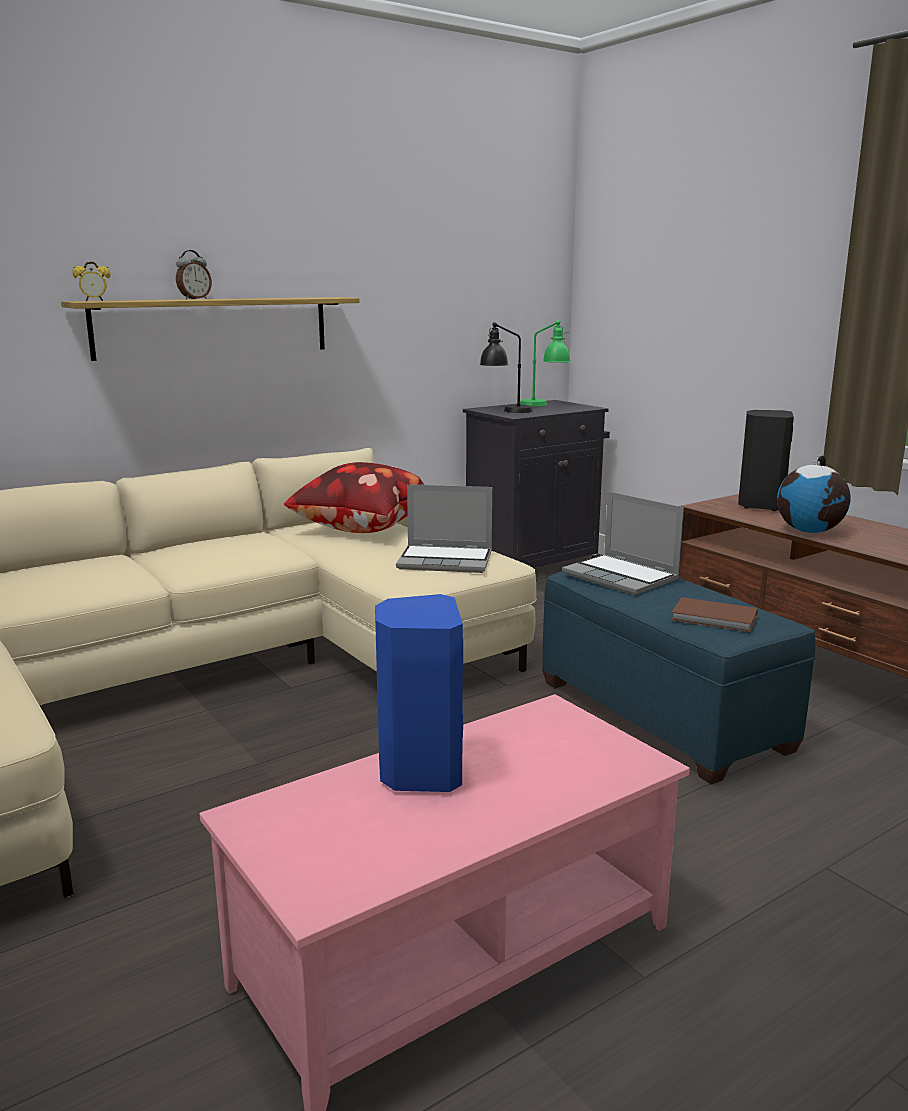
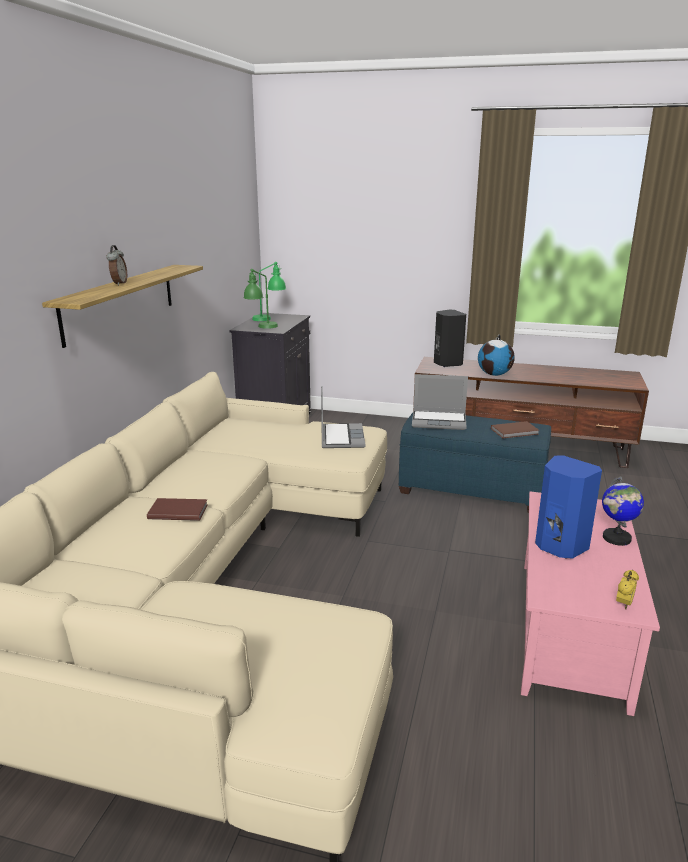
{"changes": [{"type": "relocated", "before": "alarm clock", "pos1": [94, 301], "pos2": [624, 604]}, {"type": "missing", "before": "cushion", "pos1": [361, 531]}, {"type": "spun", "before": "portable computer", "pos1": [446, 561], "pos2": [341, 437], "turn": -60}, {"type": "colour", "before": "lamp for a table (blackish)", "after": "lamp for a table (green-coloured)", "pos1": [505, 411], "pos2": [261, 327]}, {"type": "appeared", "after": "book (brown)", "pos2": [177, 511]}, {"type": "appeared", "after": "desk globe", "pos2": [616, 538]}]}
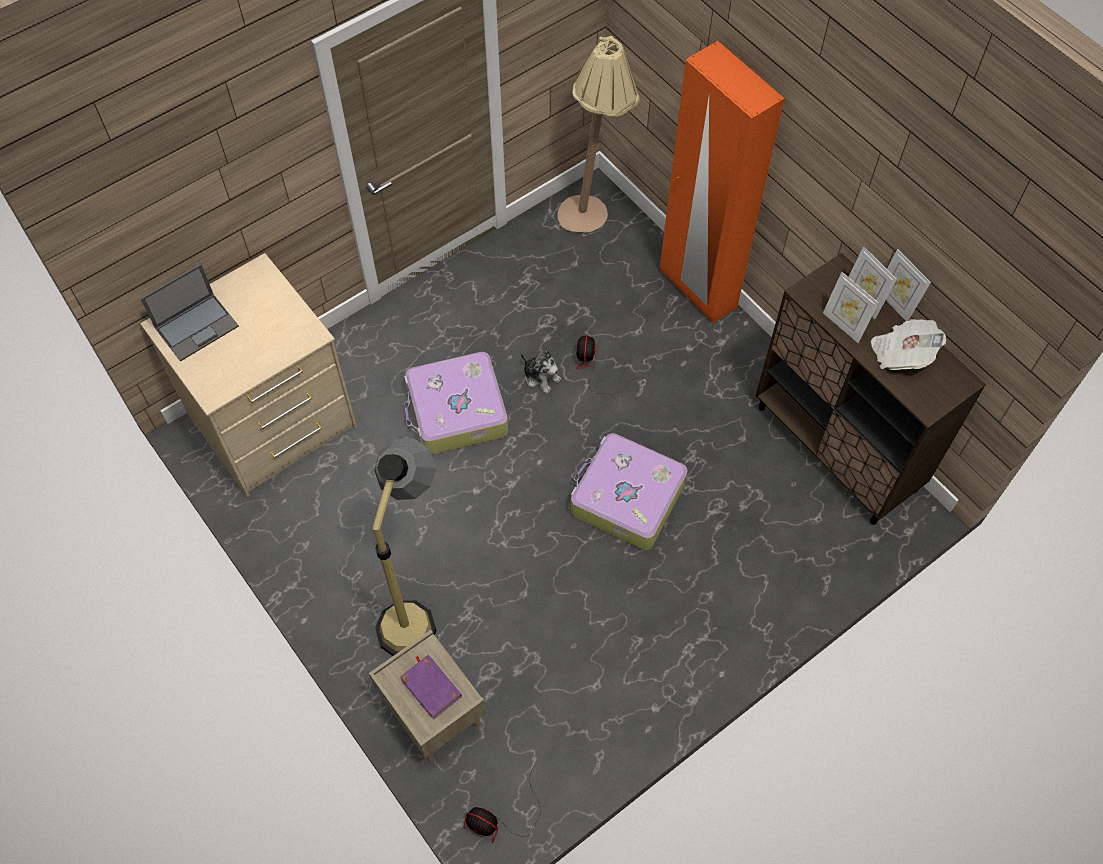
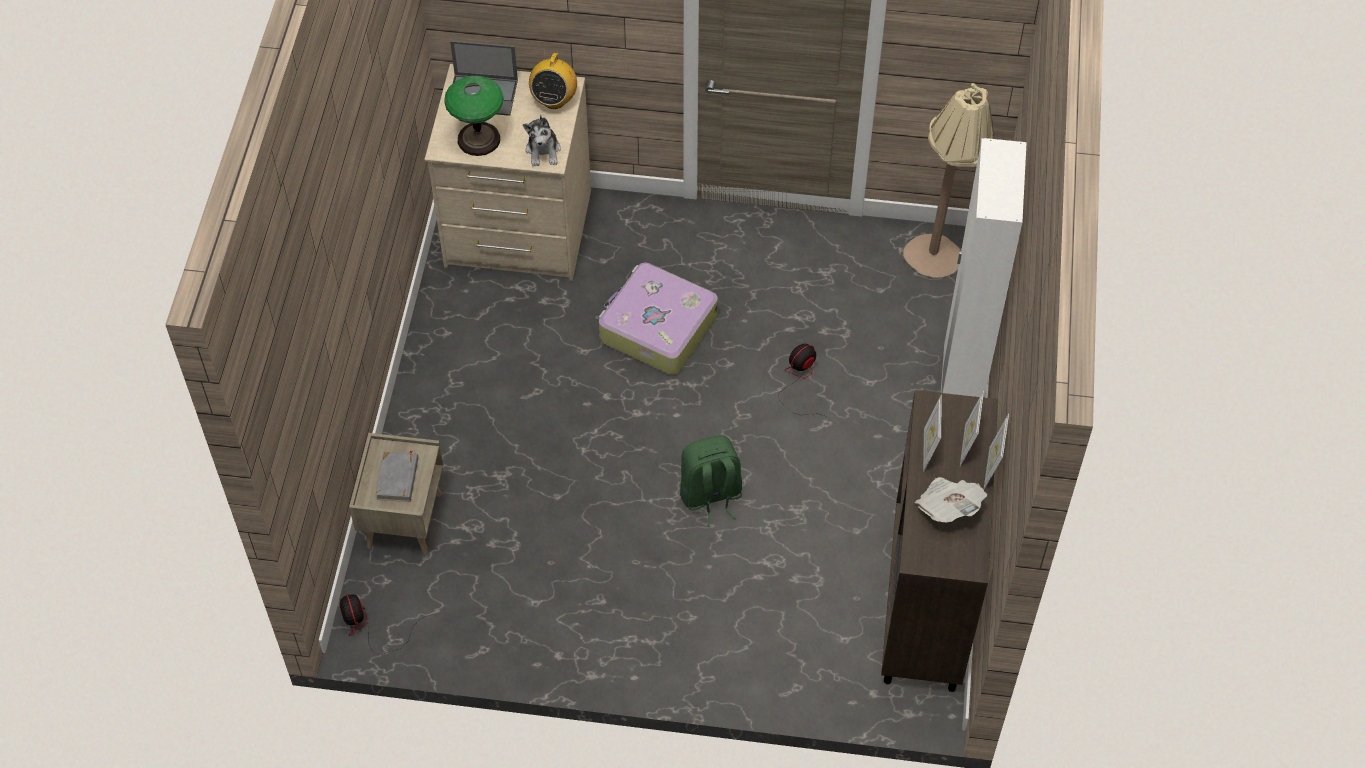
{"changes": [{"type": "missing", "before": "standing lamp", "pos1": [416, 605]}, {"type": "colour", "before": "book (purple-coloured)", "after": "book (greyish)", "pos1": [431, 687], "pos2": [398, 478]}, {"type": "relocated", "before": "soft toy", "pos1": [541, 377], "pos2": [543, 151]}, {"type": "exchanged", "before": "suitcase", "after": "backpack (green-coloured)", "pos1": [626, 498], "pos2": [710, 496]}, {"type": "colour", "before": "wardrobe (orangey)", "after": "wardrobe (white-coloured)", "pos1": [697, 290], "pos2": [959, 390]}, {"type": "appeared", "after": "lamp for a table", "pos2": [478, 140]}, {"type": "appeared", "after": "radio set", "pos2": [554, 100]}]}
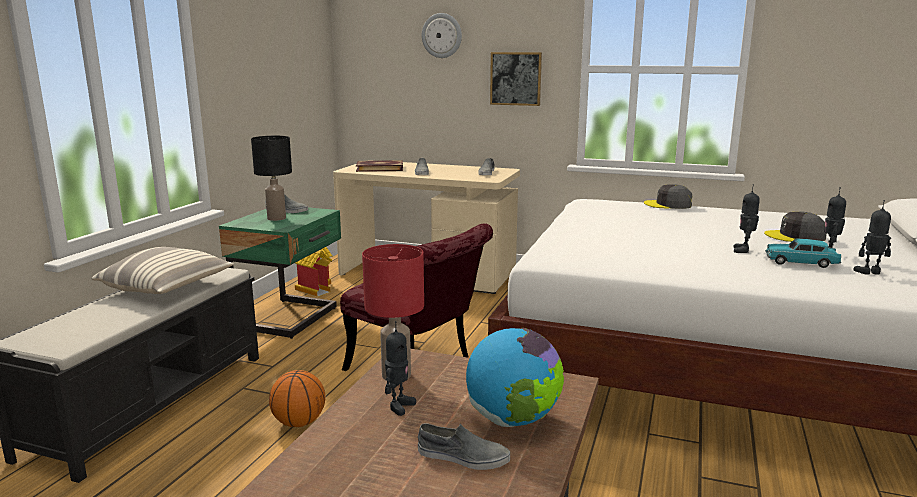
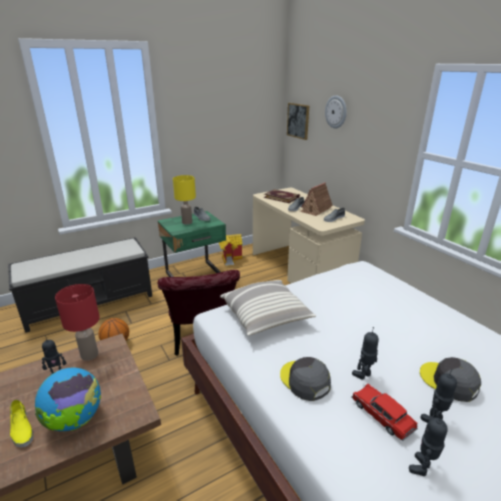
{"changes": [{"type": "relocated", "before": "cushion", "pos1": [167, 288], "pos2": [266, 317]}, {"type": "colour", "before": "lamp for a table (blackish)", "after": "lamp for a table (yellow)", "pos1": [276, 218], "pos2": [186, 222]}, {"type": "colour", "before": "item of footwear (greyish)", "after": "item of footwear (yellow)", "pos1": [462, 457], "pos2": [21, 428]}, {"type": "relocated", "before": "wall picture", "pos1": [515, 78], "pos2": [298, 121]}, {"type": "relocated", "before": "baseball cap (greyish)", "pos1": [668, 205], "pos2": [304, 380]}, {"type": "colour", "before": "miniature car (blue-green)", "after": "miniature car (red)", "pos1": [801, 263], "pos2": [381, 416]}, {"type": "spun", "before": "robot figure", "pos1": [870, 273], "pos2": [422, 468], "turn": -90}, {"type": "appeared", "after": "model house", "pos2": [315, 209]}]}
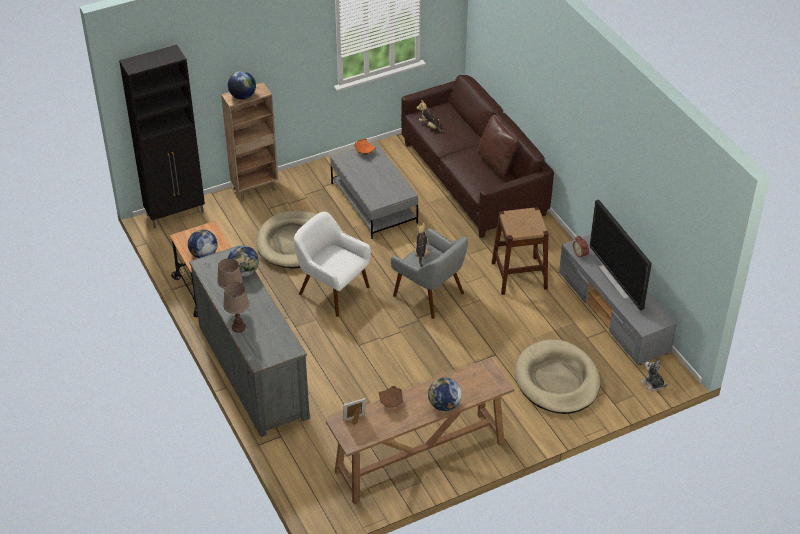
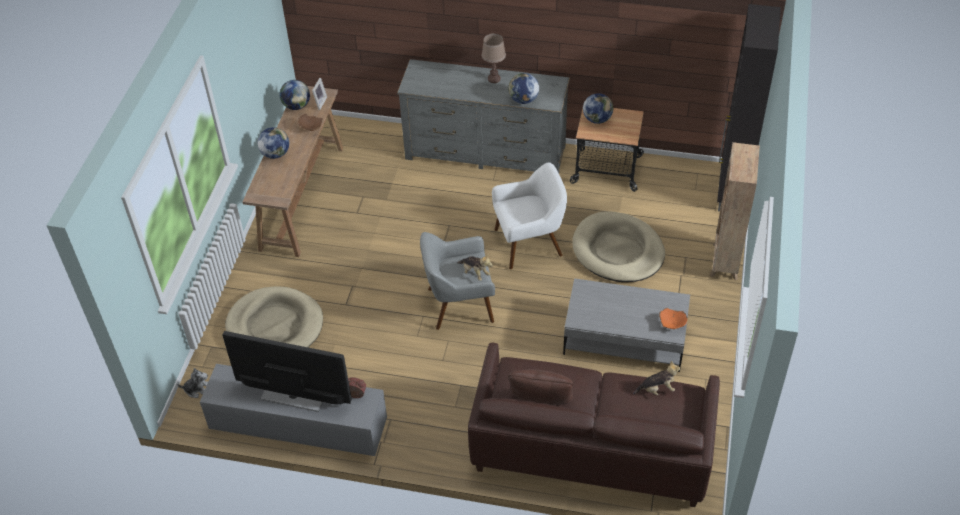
{"changes": [{"type": "missing", "before": "lamp for a table (brown)", "pos1": [238, 327]}, {"type": "relocated", "before": "desk globe", "pos1": [242, 96], "pos2": [296, 106]}, {"type": "missing", "before": "stool (brown)", "pos1": [519, 275]}]}
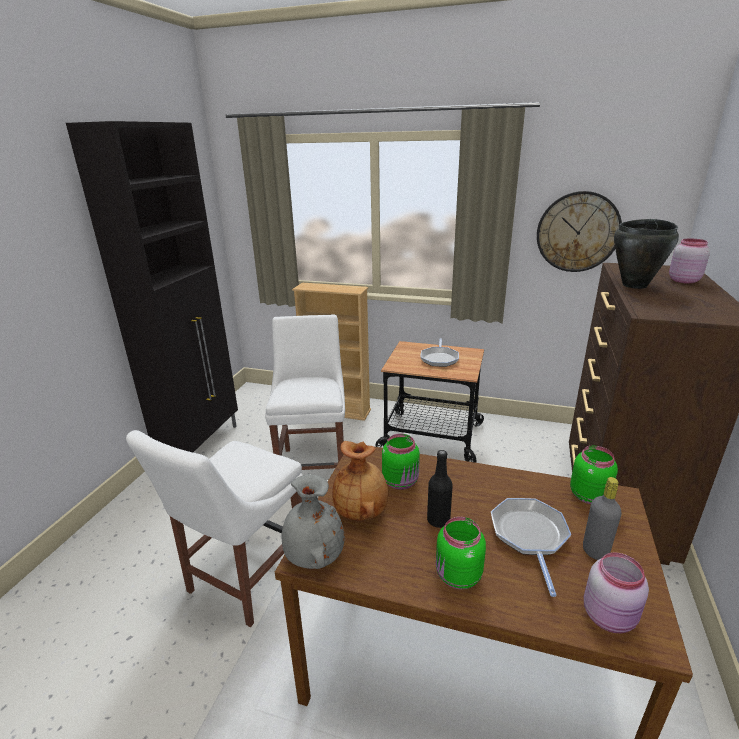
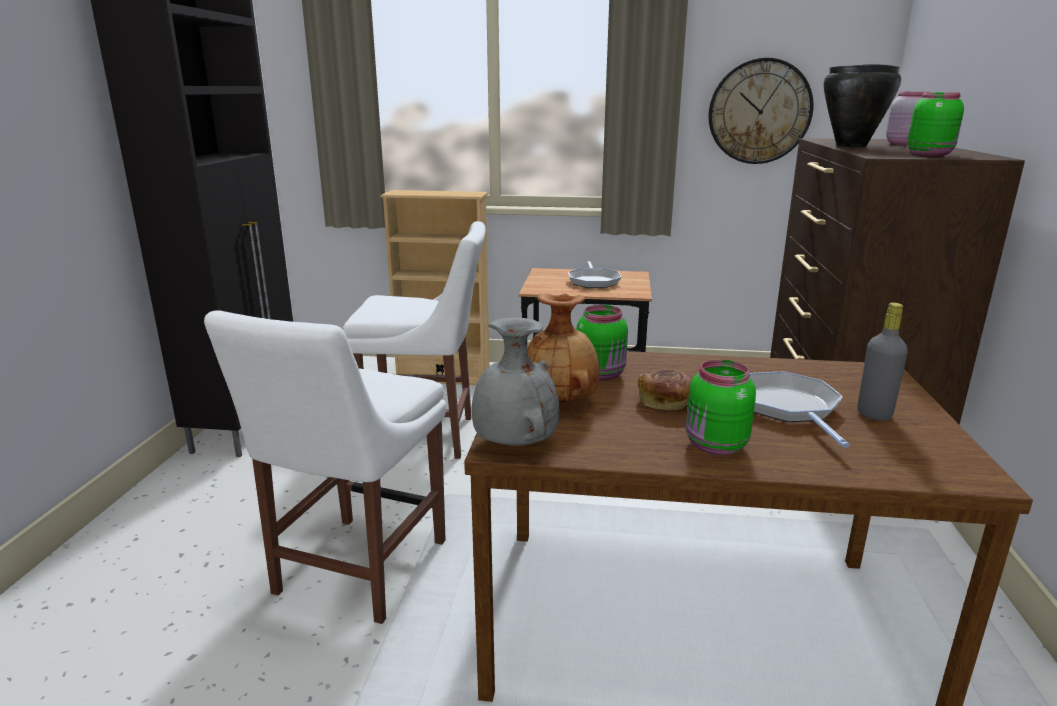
{"changes": [{"type": "spun", "before": "chair (white-coloured)", "pos1": [314, 464], "pos2": [426, 436], "turn": 105}, {"type": "exchanged", "before": "drink bottle (blackish)", "after": "baked bread", "pos1": [438, 520], "pos2": [667, 403]}, {"type": "relocated", "before": "storage jar (green-coloured)", "pos1": [589, 495], "pos2": [930, 154]}, {"type": "missing", "before": "storage jar (pink)", "pos1": [610, 617]}]}
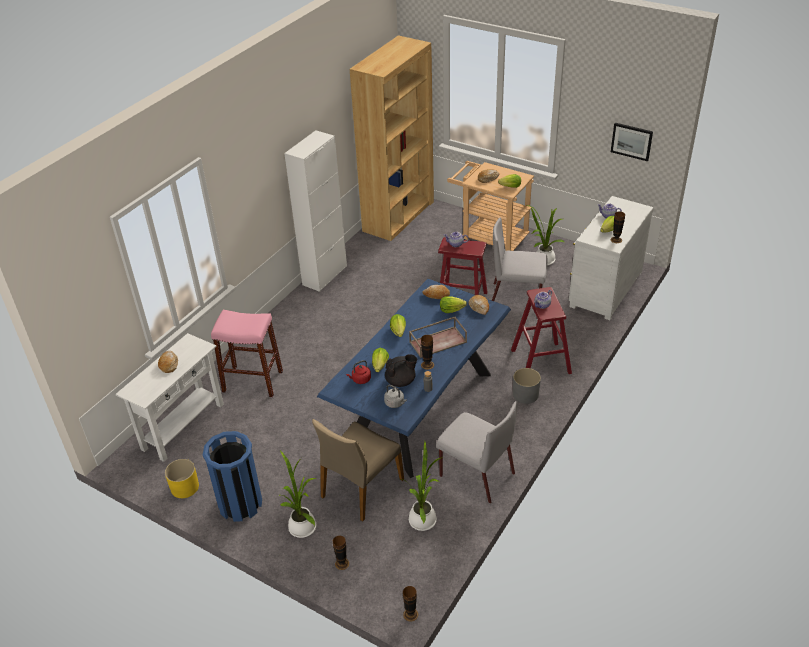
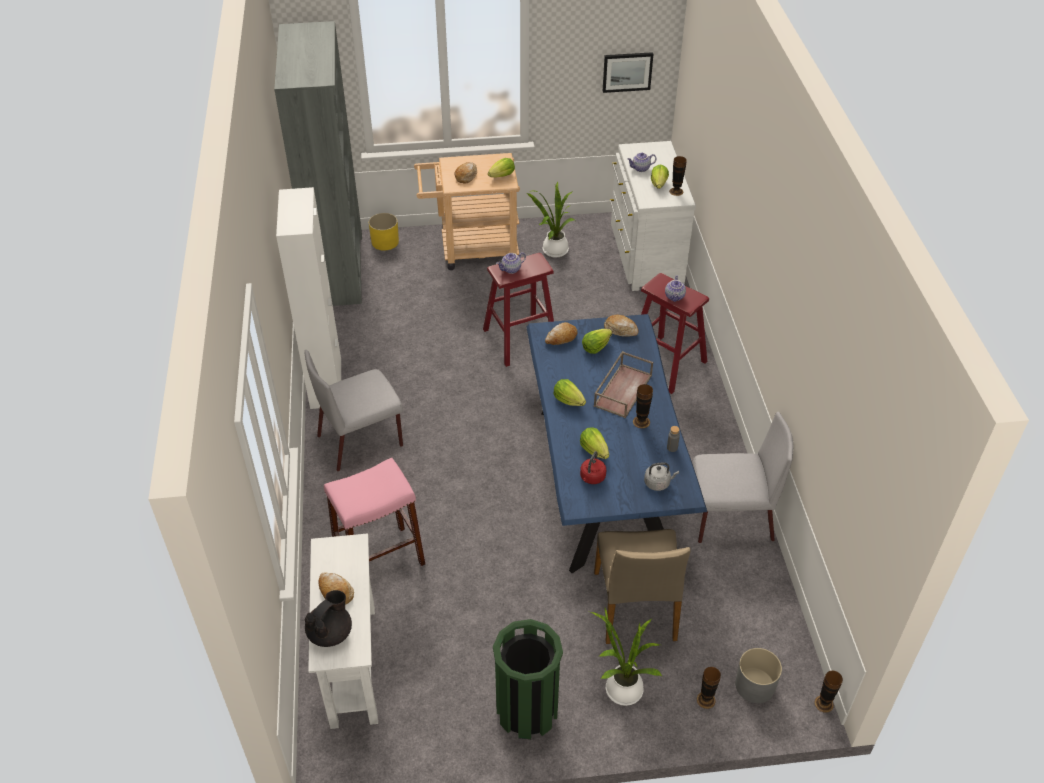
{"changes": [{"type": "relocated", "before": "flower pot (yellow)", "pos1": [185, 487], "pos2": [385, 242]}, {"type": "colour", "before": "waste bin (blue)", "after": "waste bin (green-coloured)", "pos1": [240, 503], "pos2": [527, 710]}, {"type": "colour", "before": "bookcase (brown)", "after": "bookcase (greyish)", "pos1": [398, 216], "pos2": [338, 269]}, {"type": "relocated", "before": "pot for tea (blackish)", "pos1": [401, 381], "pos2": [330, 633]}, {"type": "missing", "before": "potted plant", "pos1": [423, 518]}, {"type": "relocated", "before": "chair (greyish)", "pos1": [517, 296], "pos2": [361, 440]}, {"type": "relocated", "before": "flower pot (greyish)", "pos1": [525, 394], "pos2": [755, 686]}]}
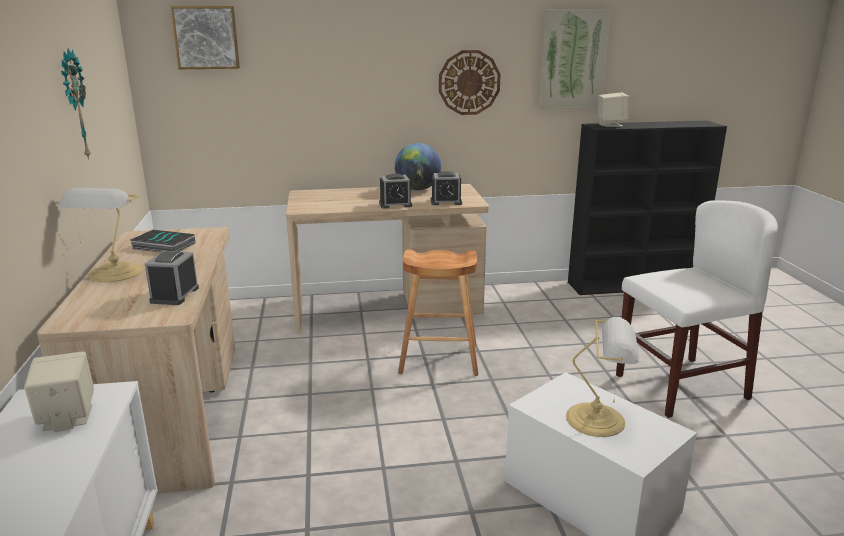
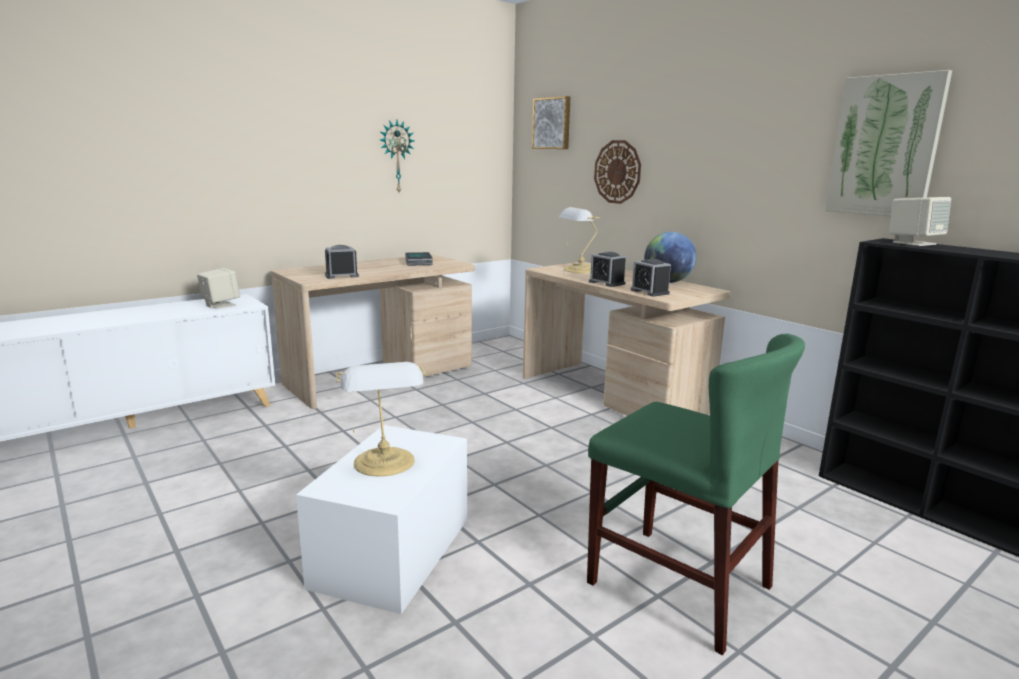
{"changes": [{"type": "relocated", "before": "lamp for a table", "pos1": [114, 273], "pos2": [579, 270]}, {"type": "missing", "before": "stool (brown)", "pos1": [439, 359]}, {"type": "relocated", "before": "clock on the wall", "pos1": [469, 82], "pos2": [617, 172]}, {"type": "colour", "before": "chair (white-coloured)", "after": "chair (green-coloured)", "pos1": [680, 386], "pos2": [678, 584]}]}
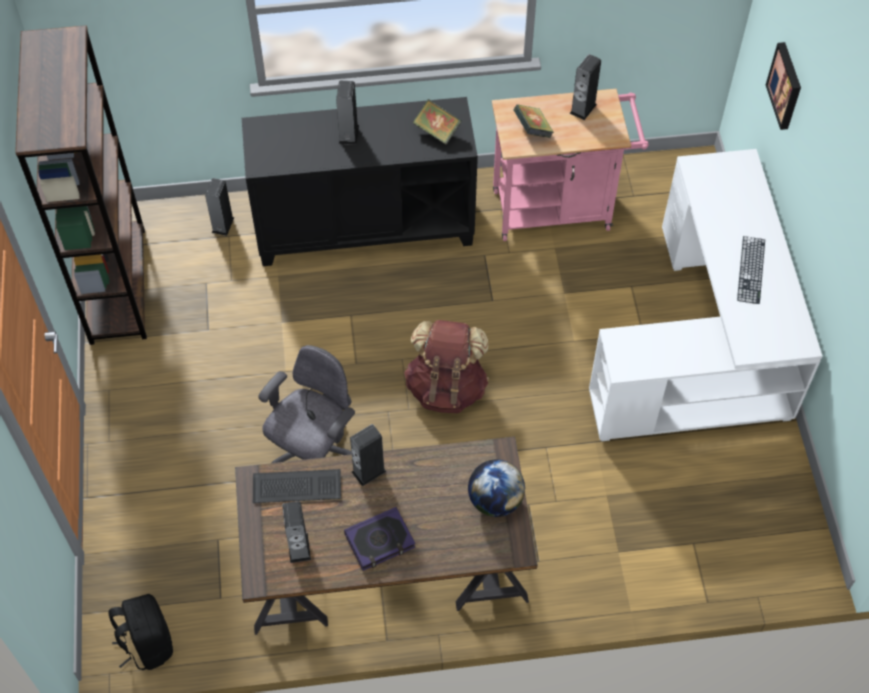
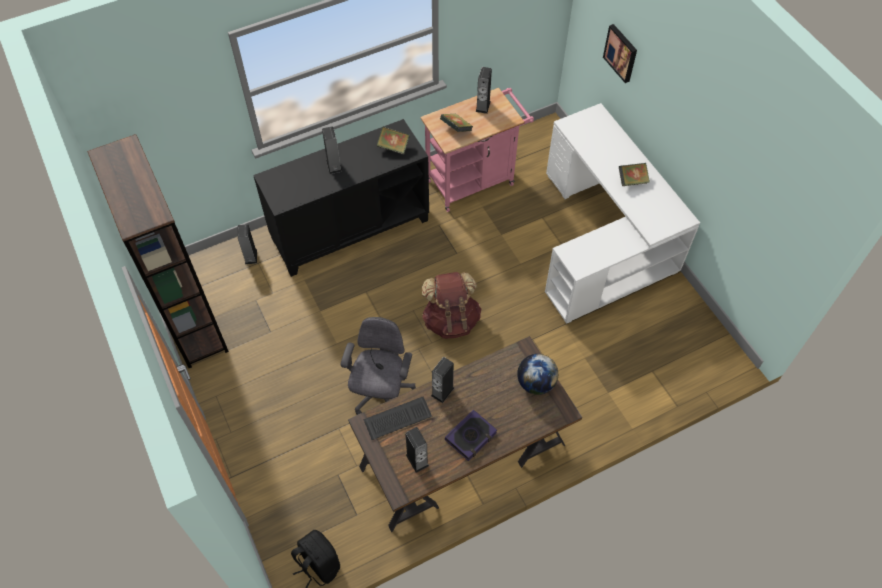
{"changes": [{"type": "exchanged", "before": "computer keyboard", "after": "book", "pos1": [751, 270], "pos2": [632, 181]}]}
